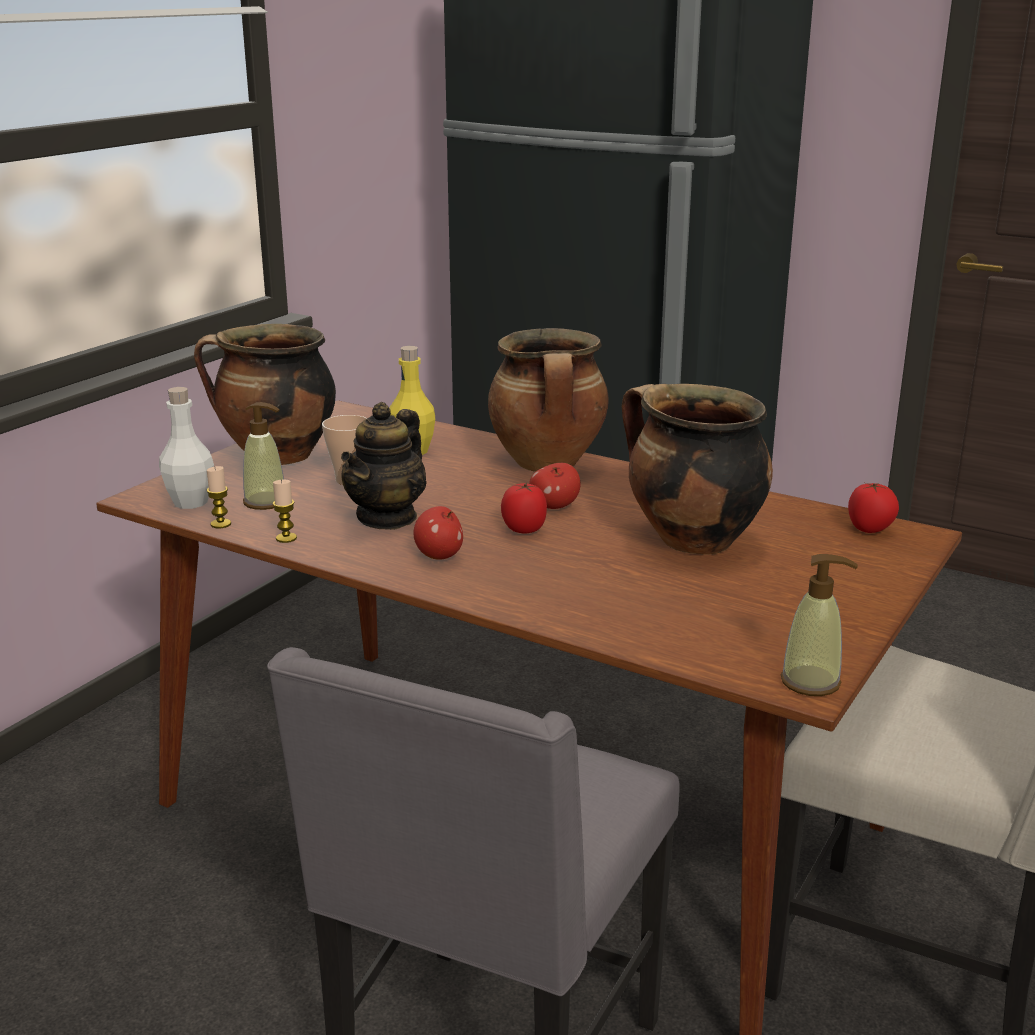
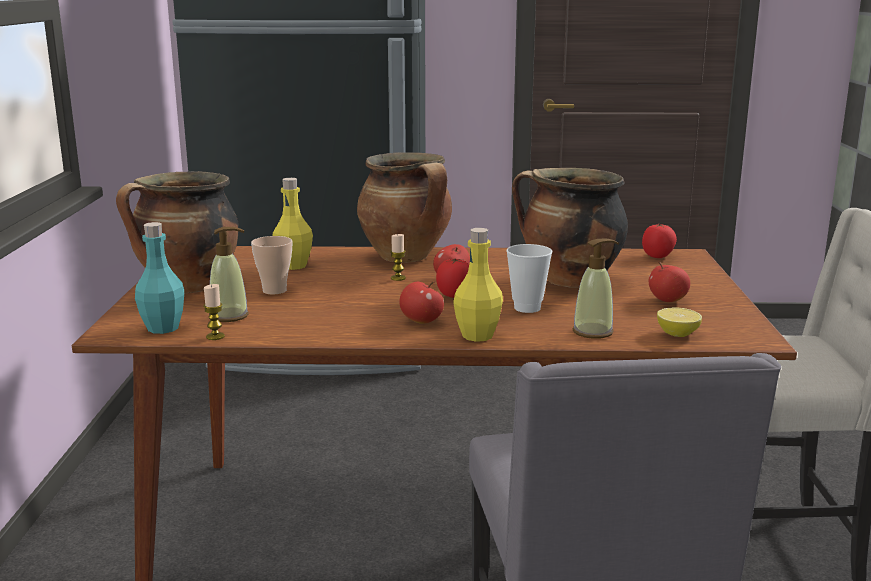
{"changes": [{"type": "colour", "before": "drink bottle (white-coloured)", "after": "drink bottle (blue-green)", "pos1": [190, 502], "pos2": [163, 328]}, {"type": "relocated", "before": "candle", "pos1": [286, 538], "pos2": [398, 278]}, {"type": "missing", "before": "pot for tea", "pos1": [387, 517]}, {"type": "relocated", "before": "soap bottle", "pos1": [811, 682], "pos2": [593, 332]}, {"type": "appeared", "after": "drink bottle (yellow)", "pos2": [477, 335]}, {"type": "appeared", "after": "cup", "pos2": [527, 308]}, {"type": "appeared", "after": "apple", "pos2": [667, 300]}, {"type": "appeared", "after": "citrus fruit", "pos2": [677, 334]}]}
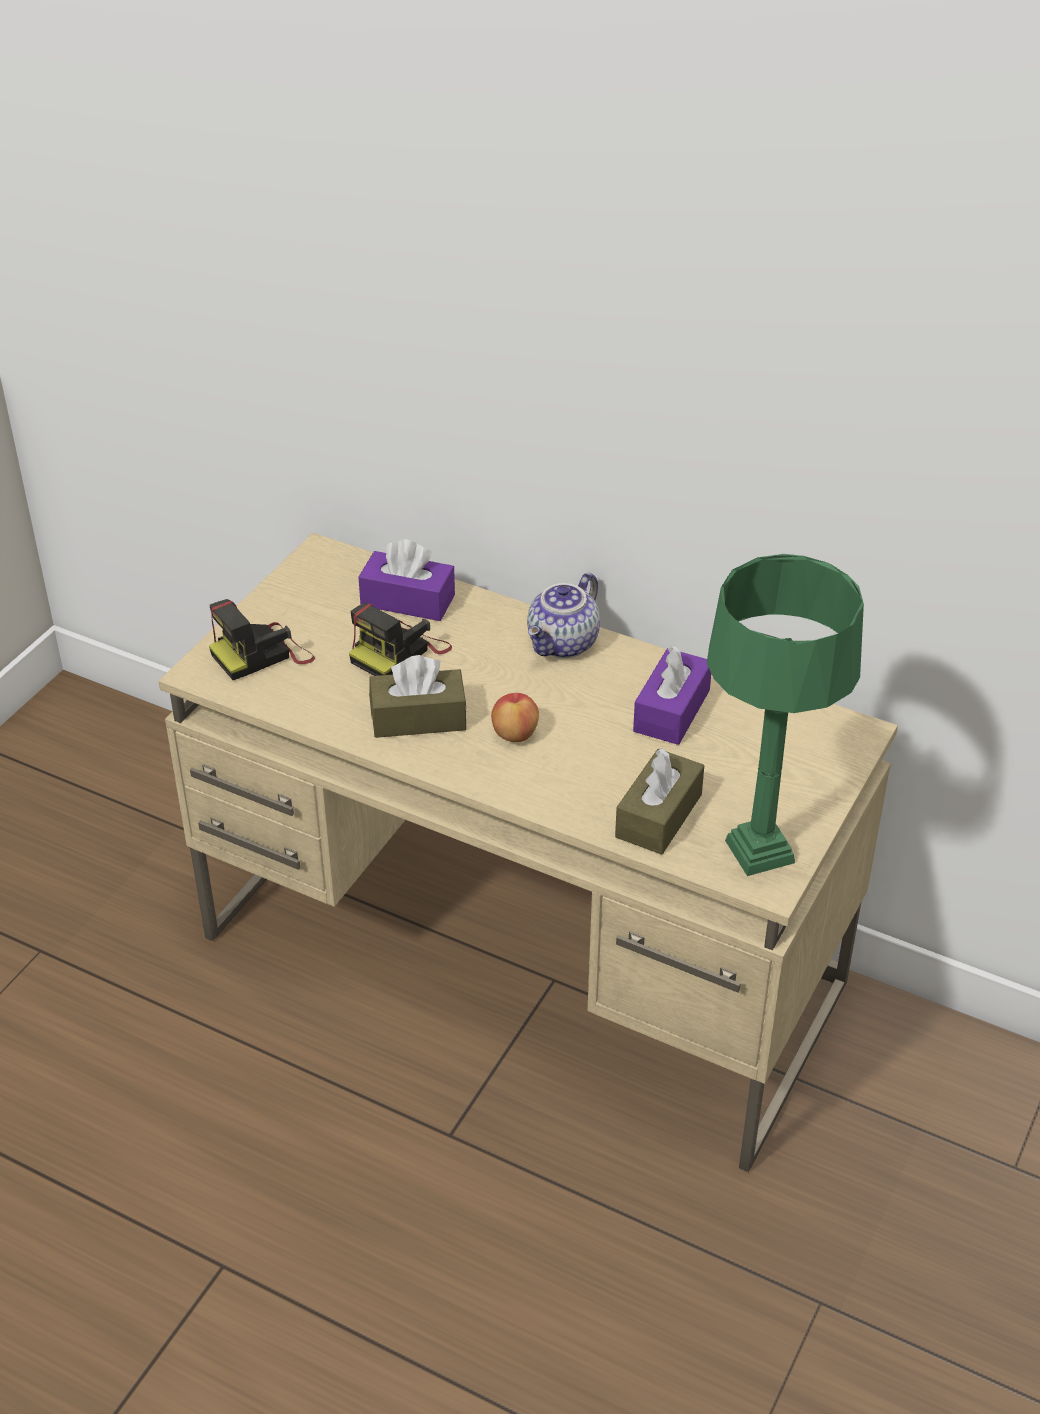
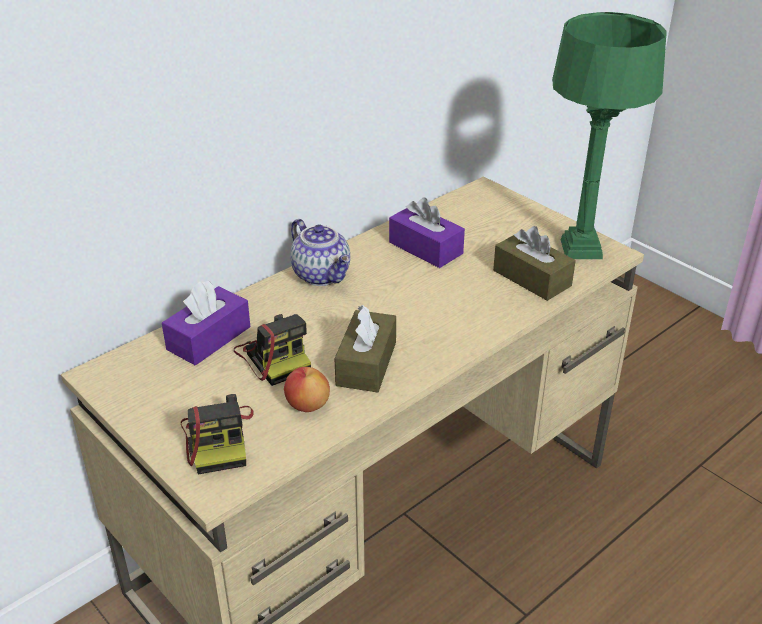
{"changes": [{"type": "relocated", "before": "apple", "pos1": [515, 734], "pos2": [307, 405]}]}
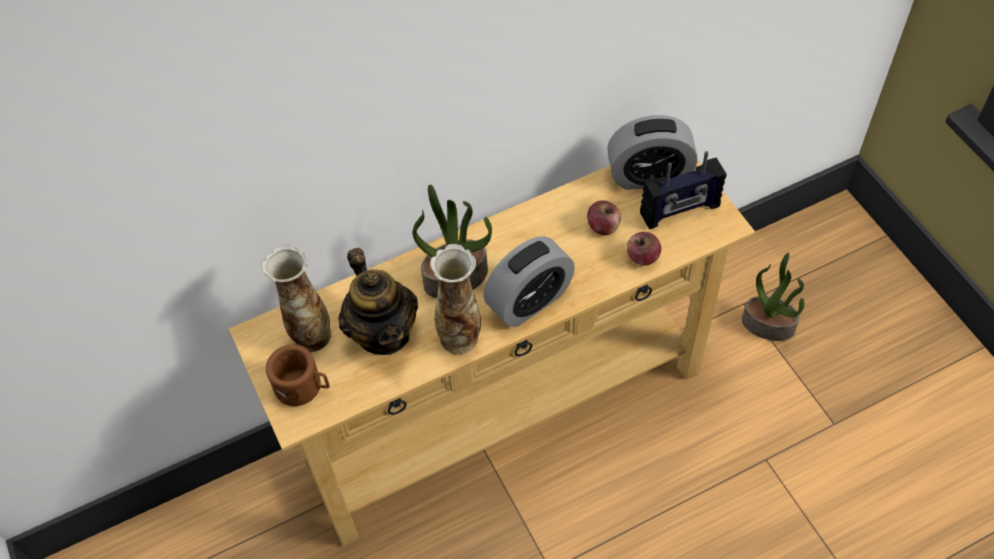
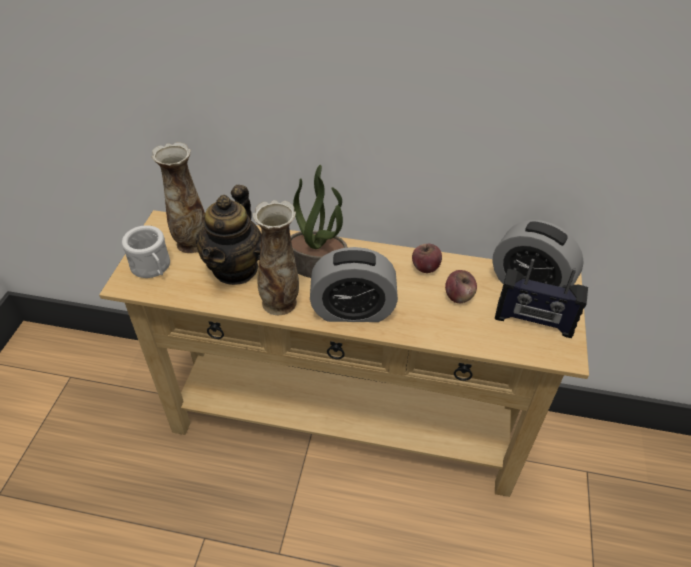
{"changes": [{"type": "colour", "before": "mug (brown)", "after": "mug (white-coloured)", "pos1": [303, 387], "pos2": [152, 268]}, {"type": "relocated", "before": "apple", "pos1": [642, 257], "pos2": [425, 267]}, {"type": "missing", "before": "potted plant", "pos1": [769, 325]}]}
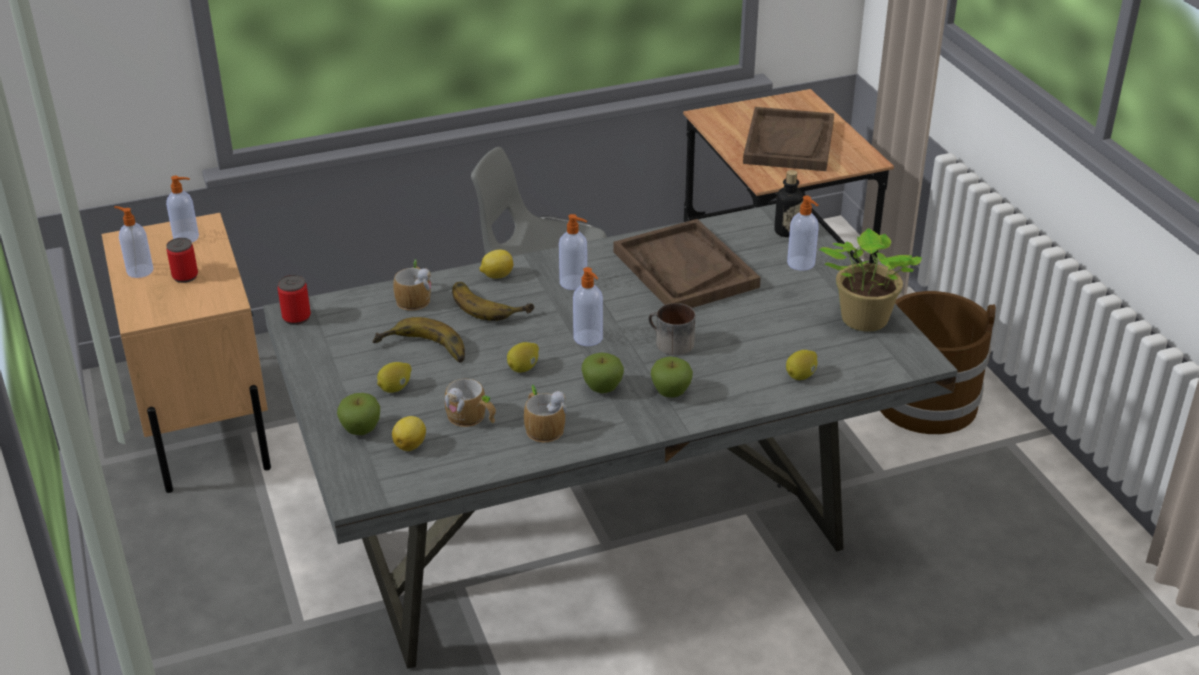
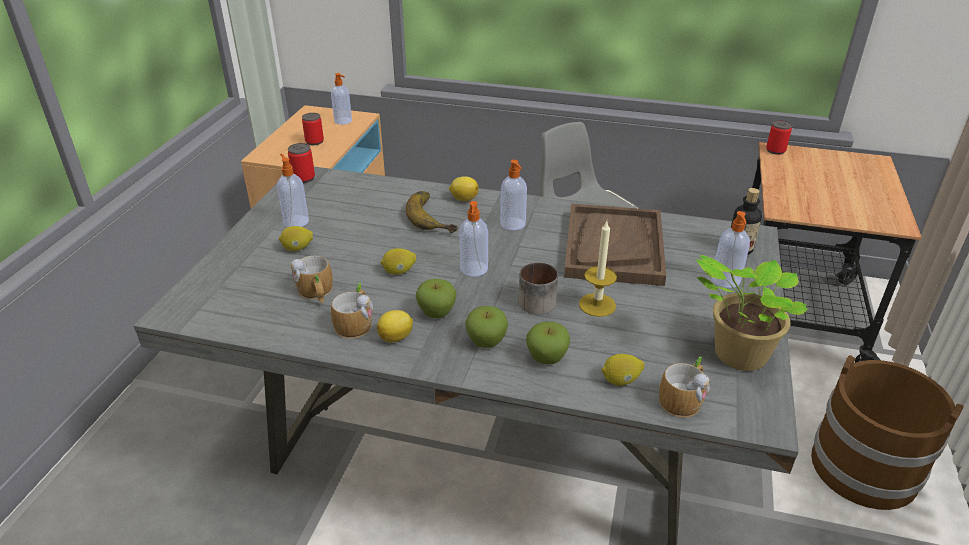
{"changes": [{"type": "relocated", "before": "soap bottle", "pos1": [139, 271], "pos2": [296, 221]}, {"type": "relocated", "before": "apple", "pos1": [361, 430], "pos2": [547, 358]}, {"type": "missing", "before": "banana fruit", "pos1": [422, 351]}, {"type": "relocated", "before": "citrus fruit", "pos1": [411, 445], "pos2": [396, 337]}, {"type": "relocated", "before": "mug", "pos1": [415, 297], "pos2": [684, 398]}, {"type": "missing", "before": "tray (brown)", "pos1": [789, 142]}, {"type": "appeared", "after": "candle", "pos2": [597, 305]}, {"type": "appeared", "after": "sealed can", "pos2": [775, 150]}]}
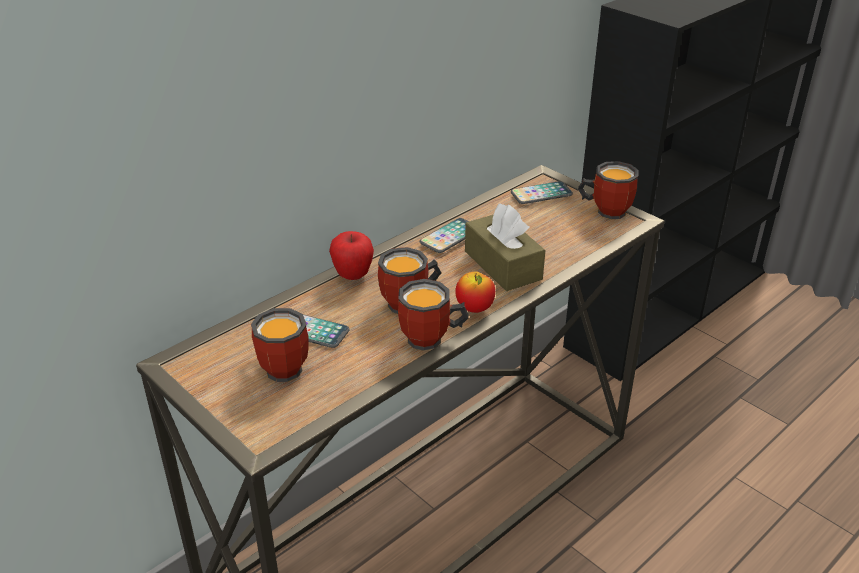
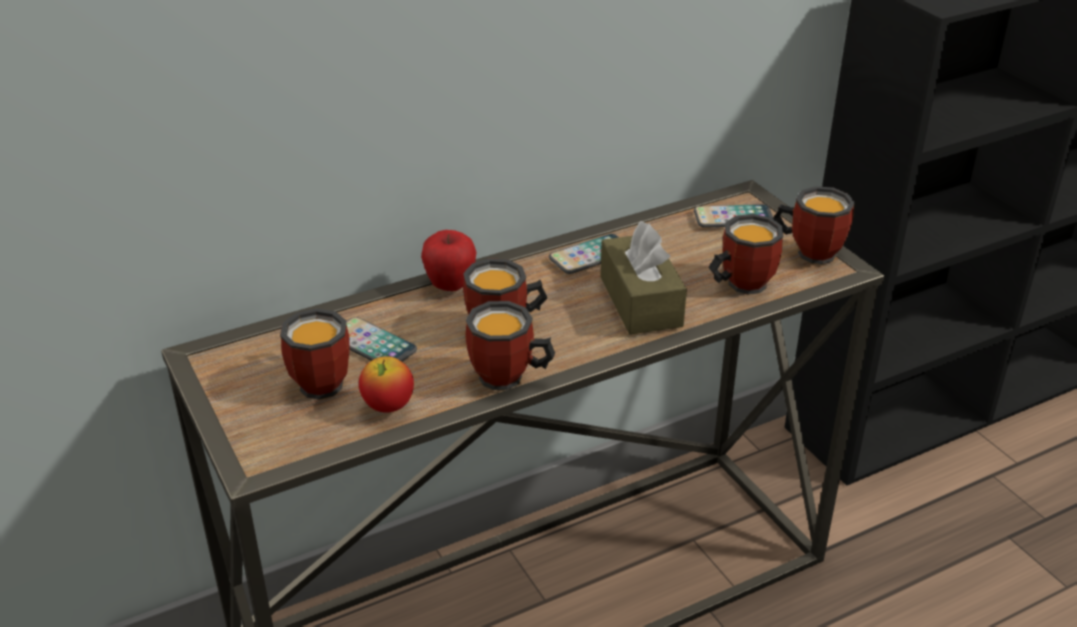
{"changes": [{"type": "relocated", "before": "apple", "pos1": [474, 309], "pos2": [388, 406]}, {"type": "appeared", "after": "mug", "pos2": [739, 284]}]}
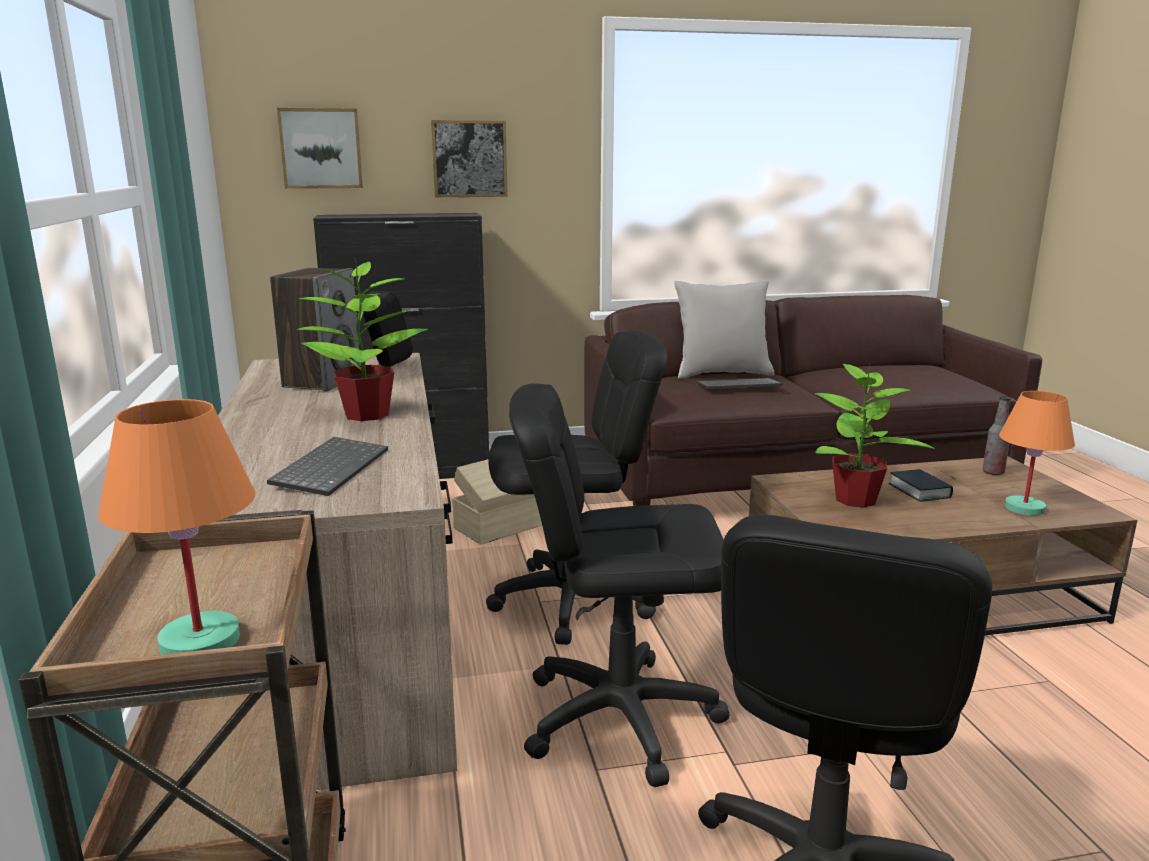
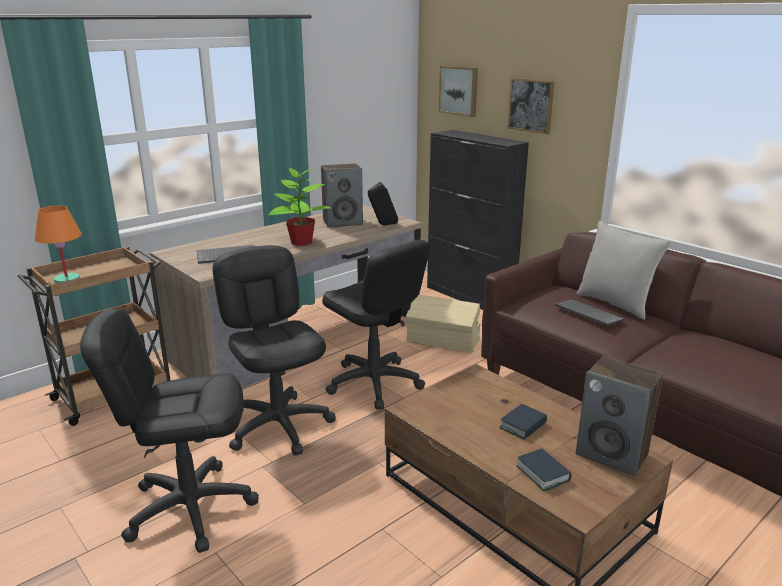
{"changes": [{"type": "missing", "before": "potted plant", "pos1": [855, 500]}, {"type": "exchanged", "before": "drink bottle", "after": "audio speaker", "pos1": [993, 472], "pos2": [612, 454]}, {"type": "exchanged", "before": "lamp for a table (orangey)", "after": "book", "pos1": [1024, 507], "pos2": [543, 473]}]}
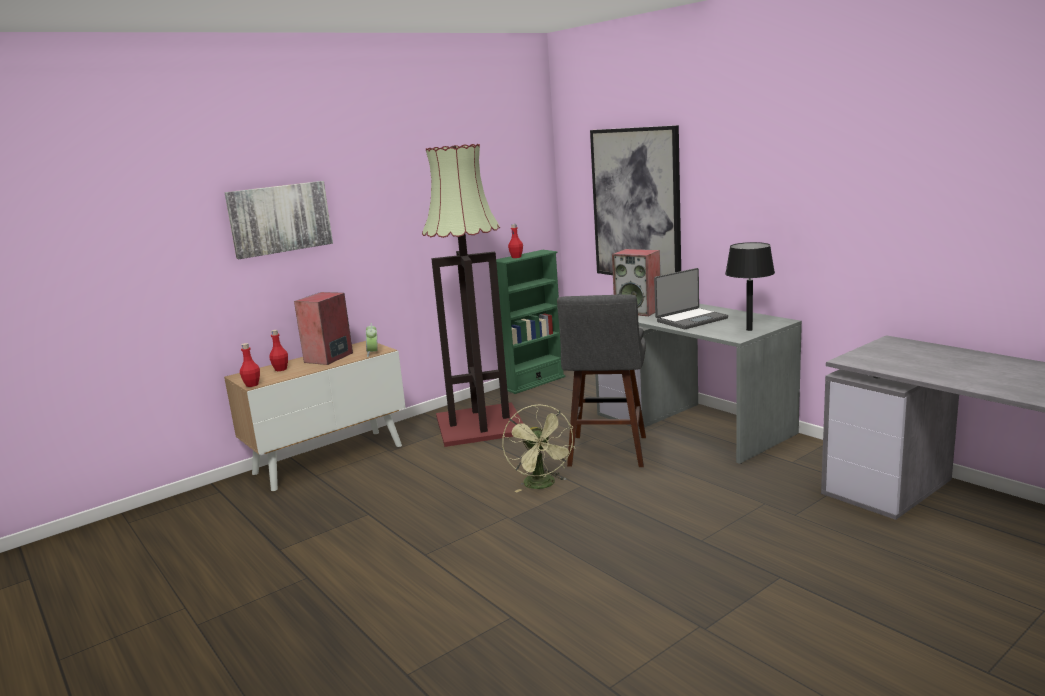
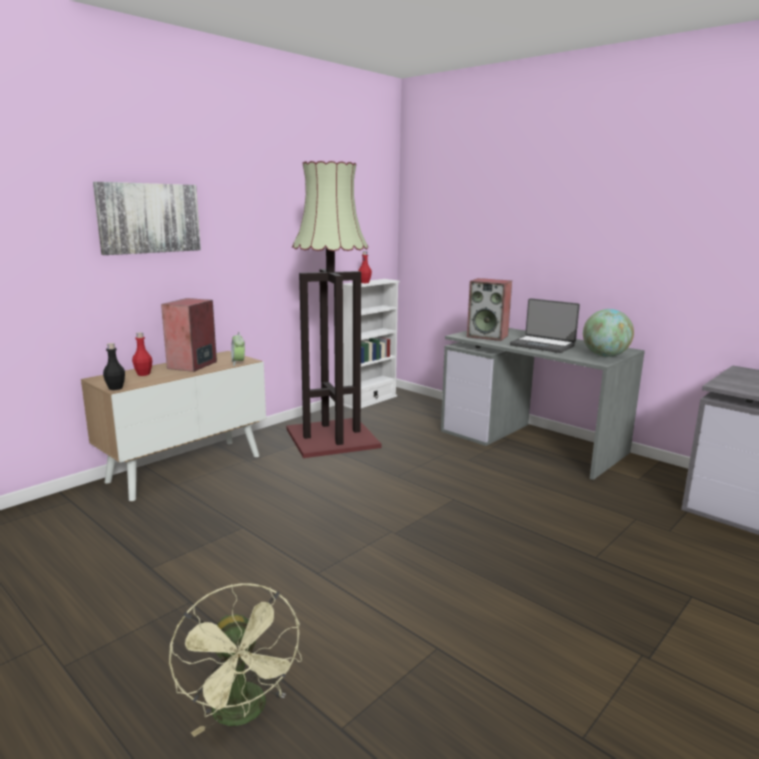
{"changes": [{"type": "colour", "before": "drink bottle (red)", "after": "drink bottle (blackish)", "pos1": [252, 385], "pos2": [115, 388]}, {"type": "colour", "before": "bookcase (green-coloured)", "after": "bookcase (white-coloured)", "pos1": [533, 383], "pos2": [369, 400]}, {"type": "relocated", "before": "electric fan (green-coloured)", "pos1": [542, 485], "pos2": [243, 714]}, {"type": "missing", "before": "stool (greyish)", "pos1": [607, 453]}, {"type": "missing", "before": "wall picture", "pos1": [636, 204]}, {"type": "spun", "before": "portable computer", "pos1": [690, 320], "pos2": [543, 345], "turn": 75}, {"type": "exchanged", "before": "lamp for a table (blackish)", "after": "desk globe", "pos1": [749, 329], "pos2": [605, 356]}]}
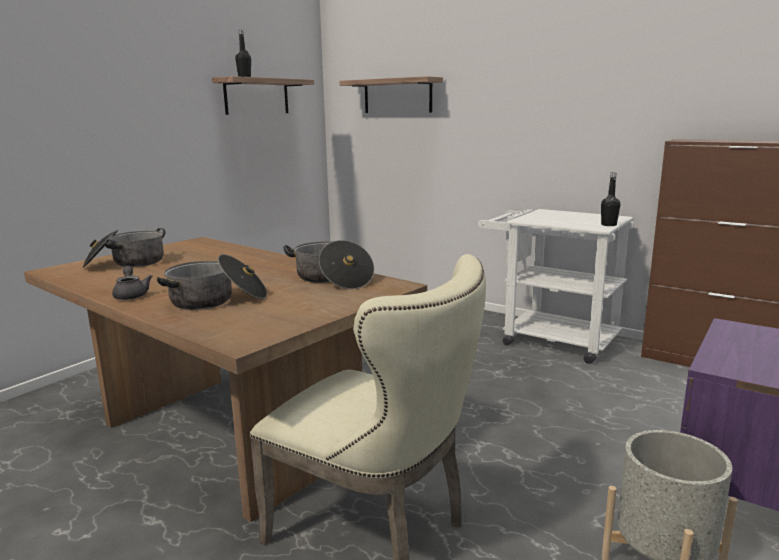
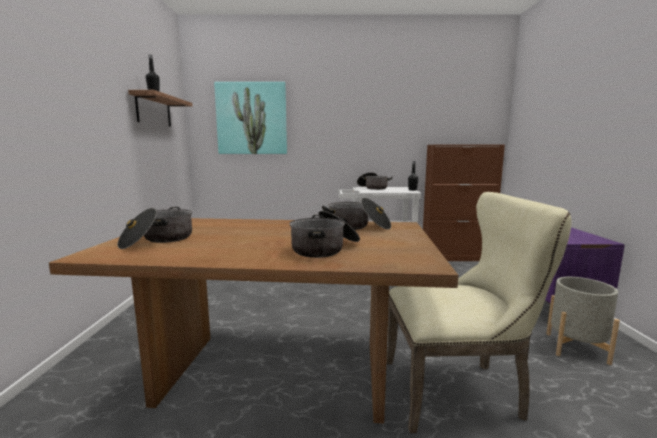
{"changes": [{"type": "missing", "before": "pot for tea (greyish)", "pos1": [131, 295]}, {"type": "exchanged", "before": "wall shelf", "after": "wall picture", "pos1": [397, 96], "pos2": [252, 119]}, {"type": "appeared", "after": "cooking pot", "pos2": [373, 188]}]}
